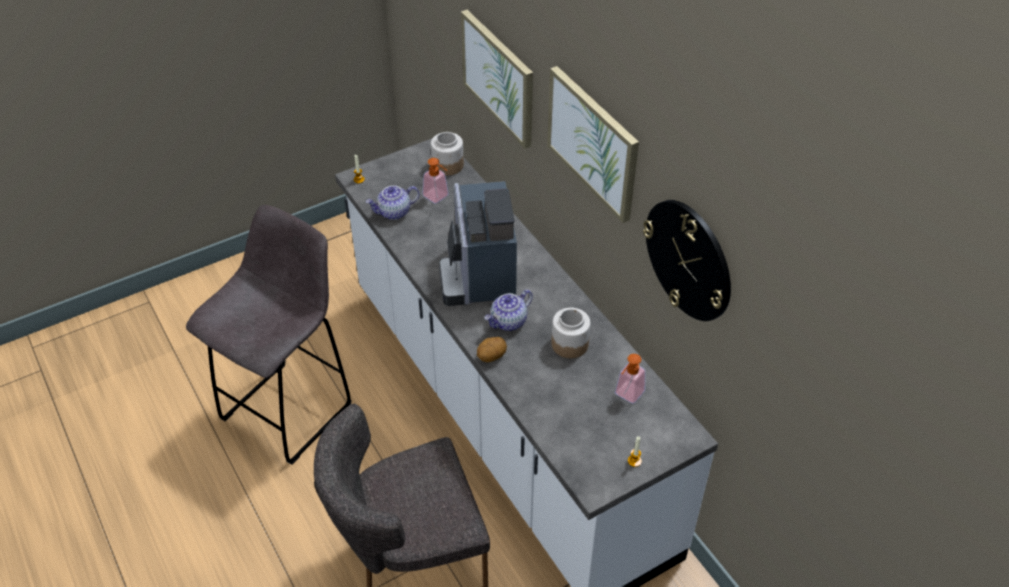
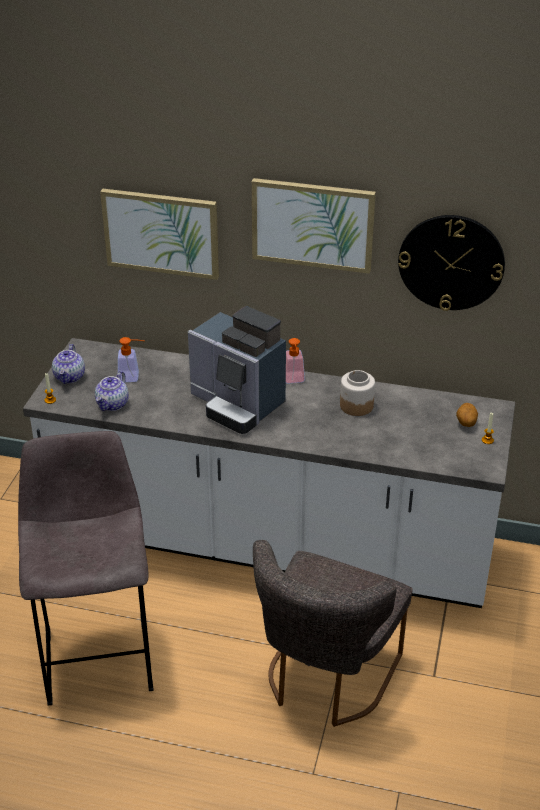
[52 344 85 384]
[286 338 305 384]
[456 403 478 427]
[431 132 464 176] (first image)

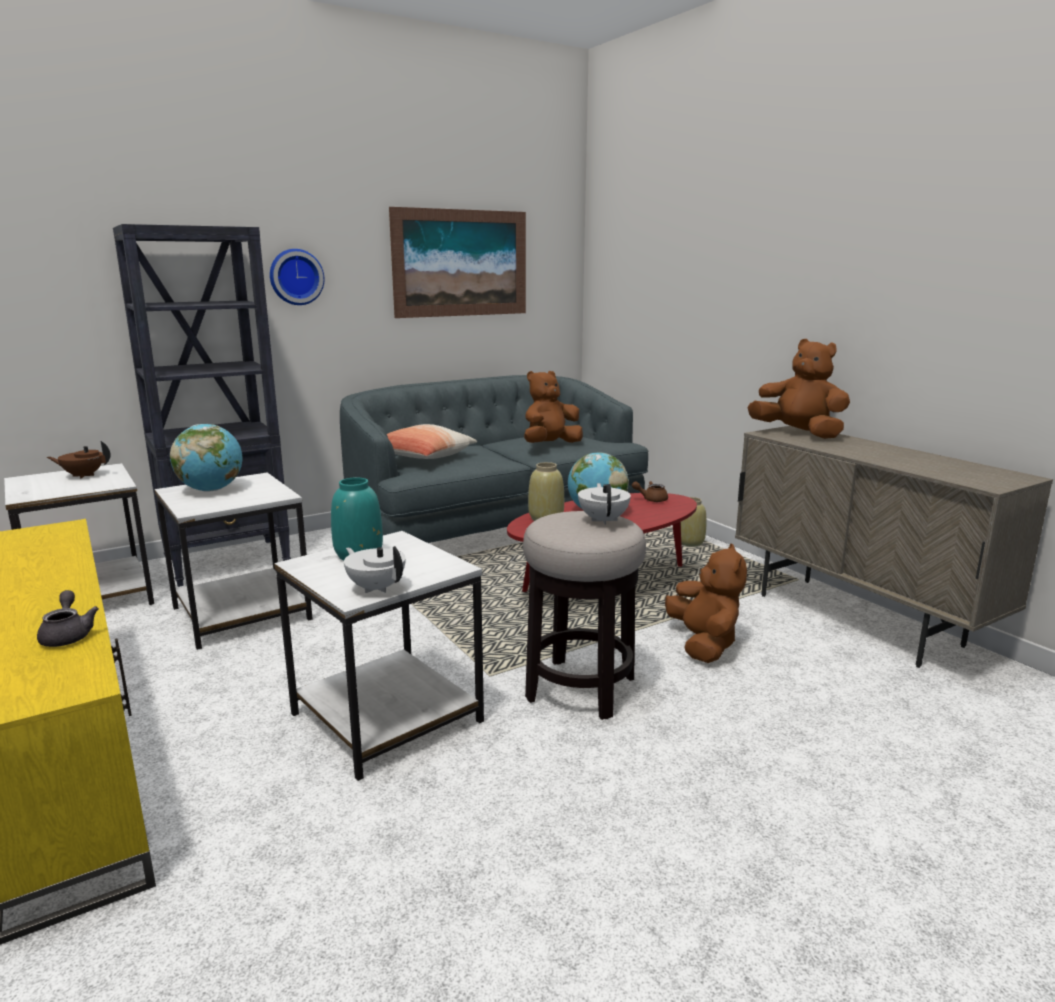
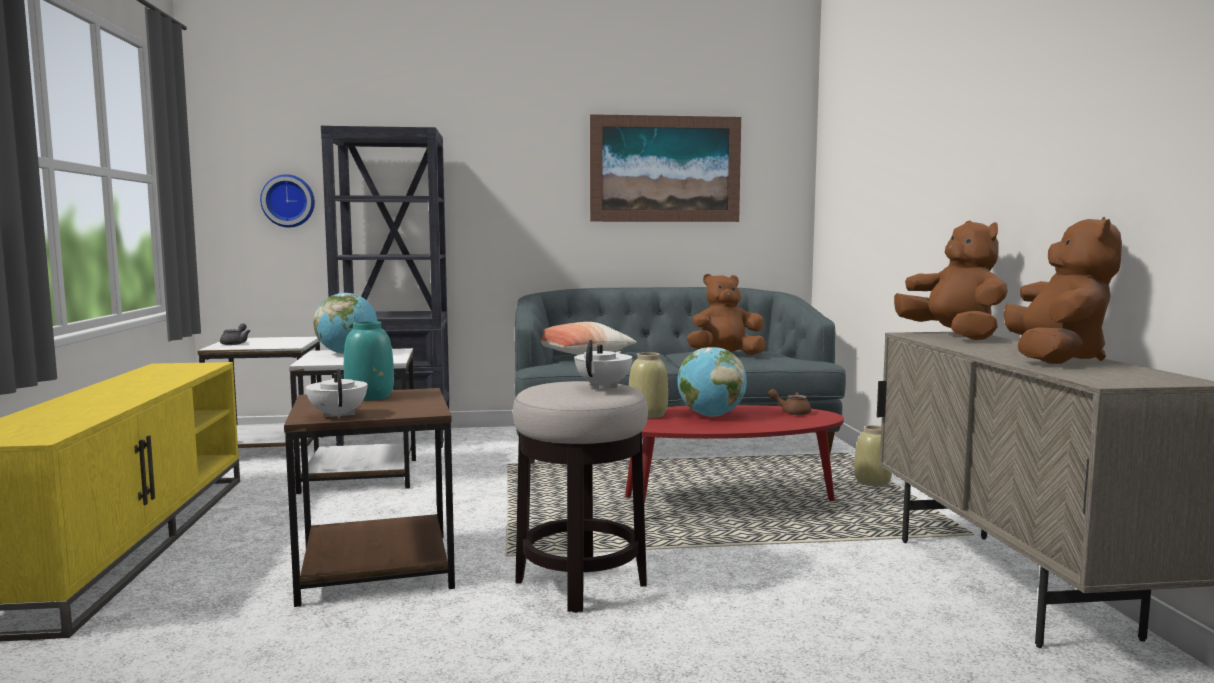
[220 323 250 345]
[260 174 315 228]
[284 388 455 607]
[1004 217 1122 364]
[47 441 111 478] (first image)

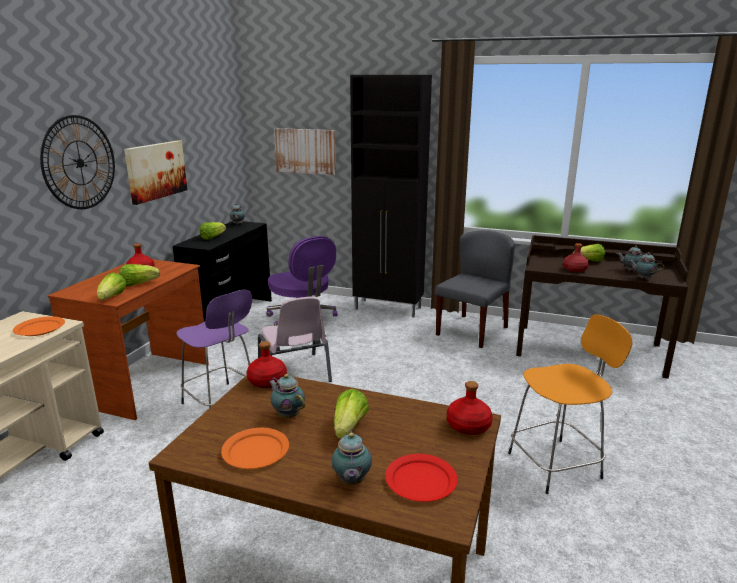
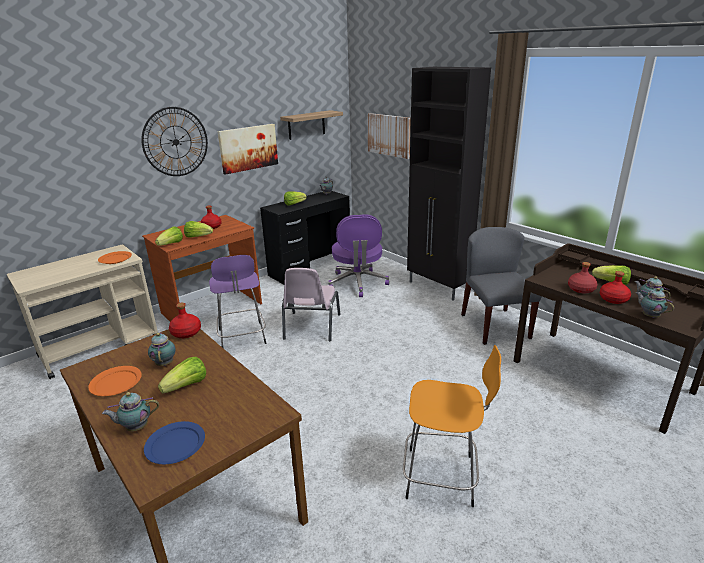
[102 392 159 431]
[144 421 205 464]
[280 110 343 140]
[461 227 541 345]
[600 271 631 304]

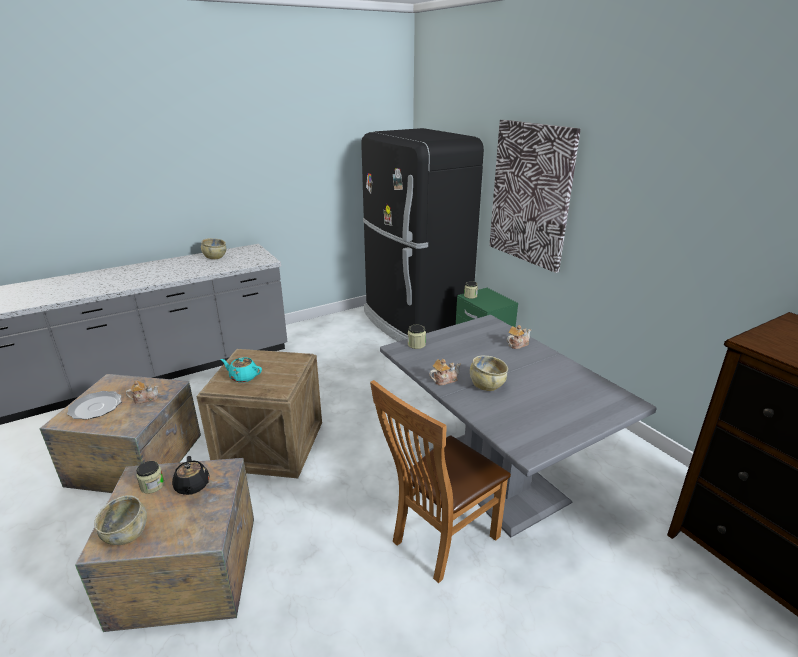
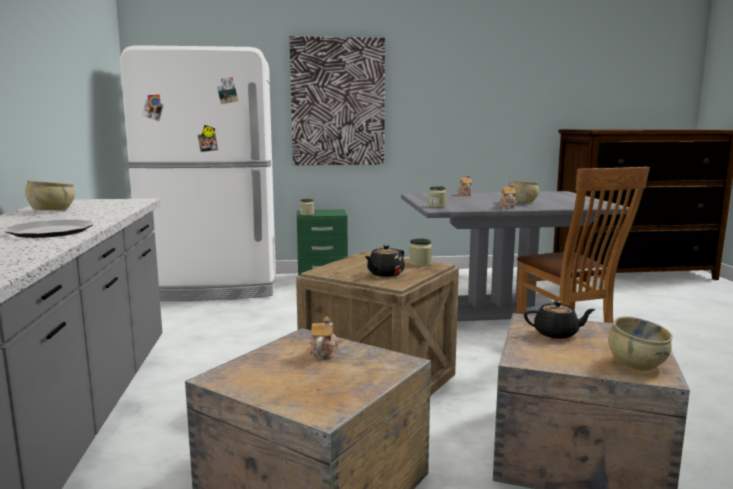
[4 220 94 238]
[120 45 276 301]
[365 245 405 277]
[409 238 432 267]

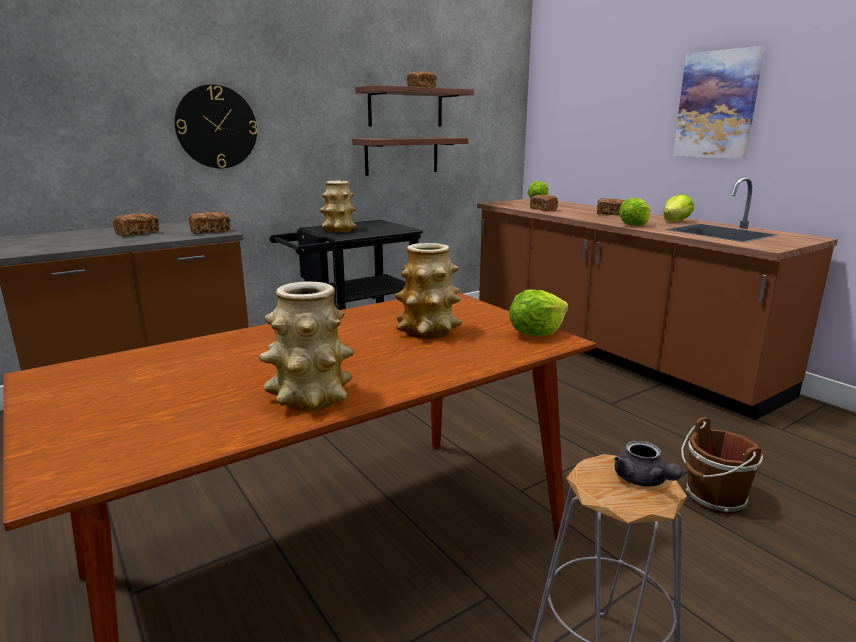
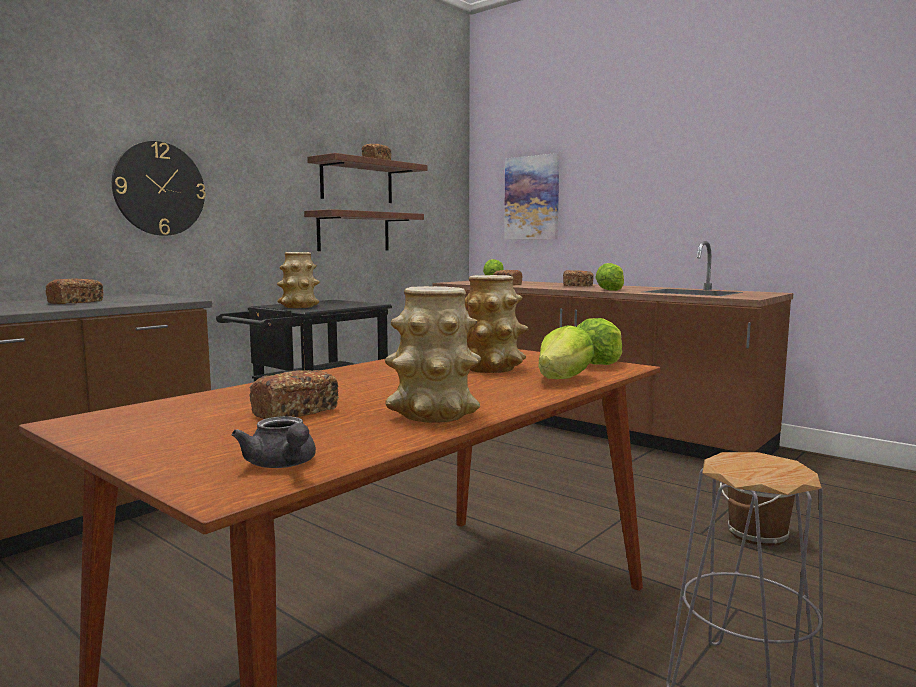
[232 416 316 468]
[249 370 339 419]
[504 153 559 240]
[538 325 594 379]

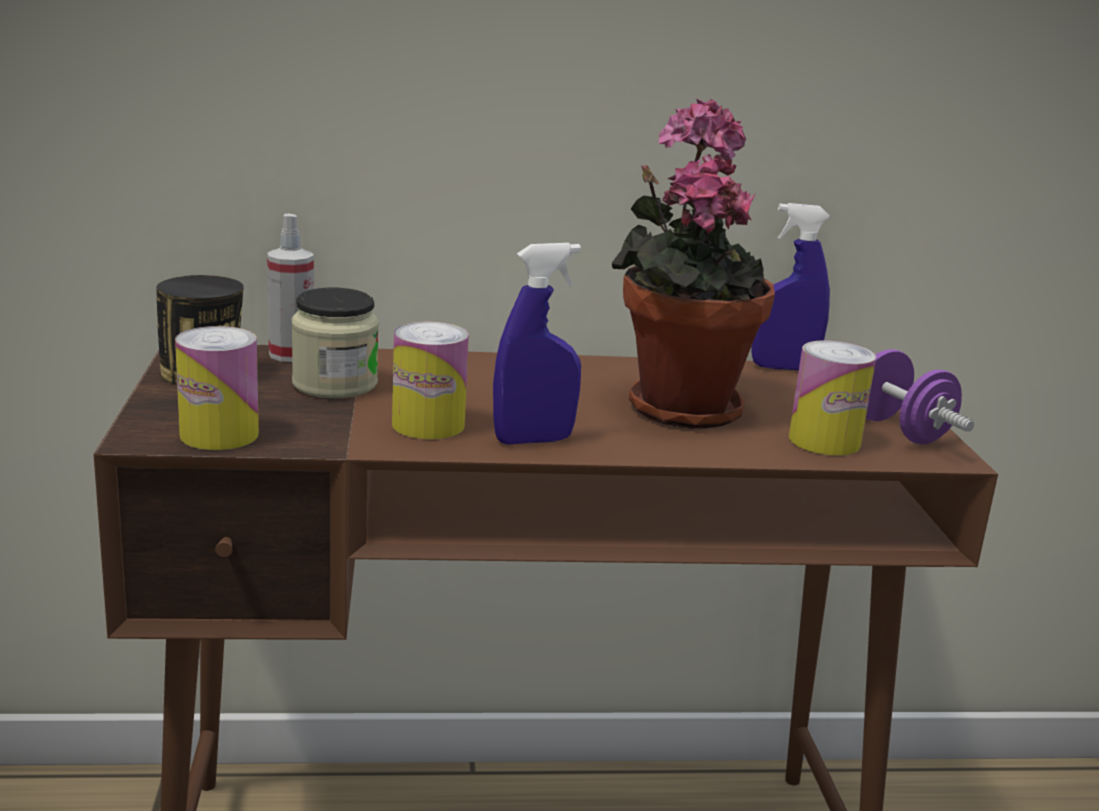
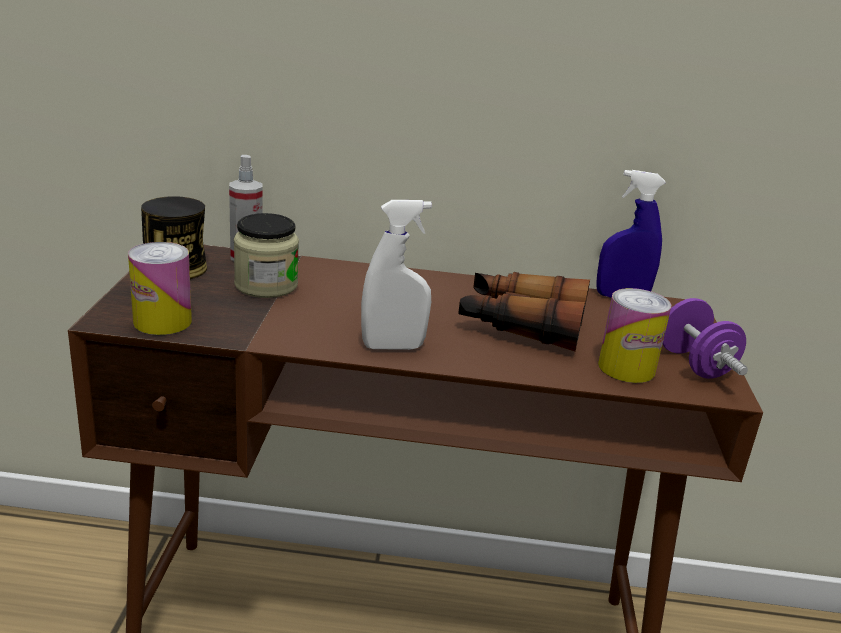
[361 200 432 350]
[458 272 590 351]
[392 322 469 439] (first image)

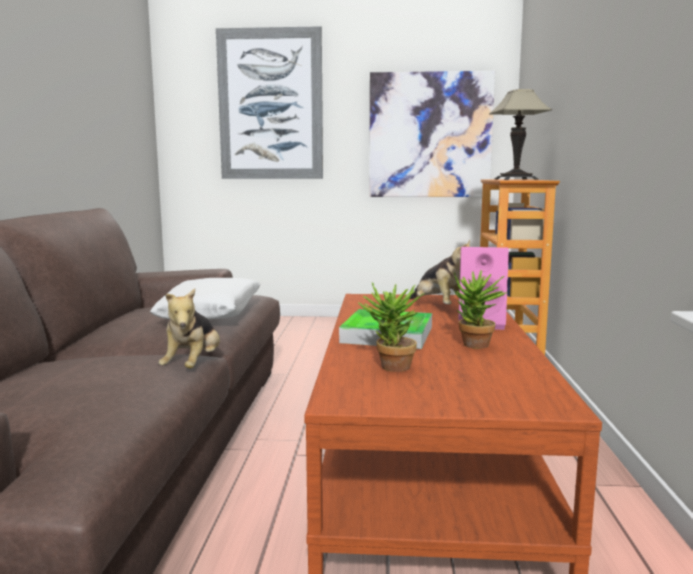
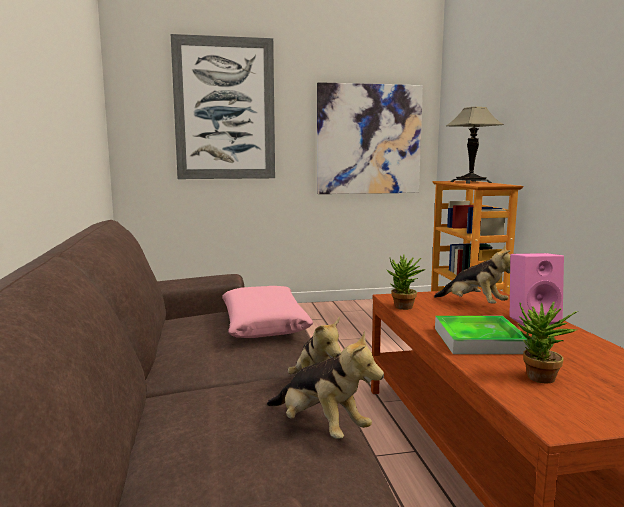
[222 286 314 338]
[267 330 384 439]
[387 254 426 310]

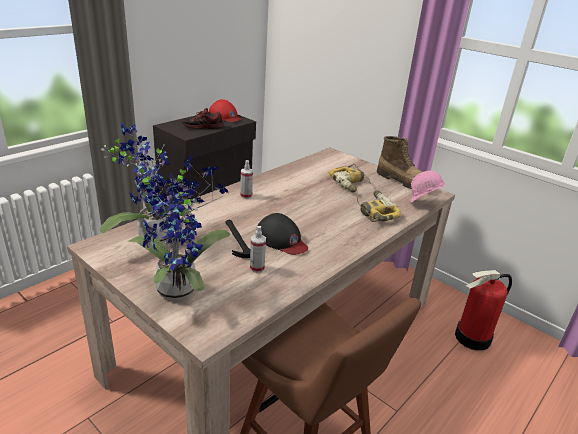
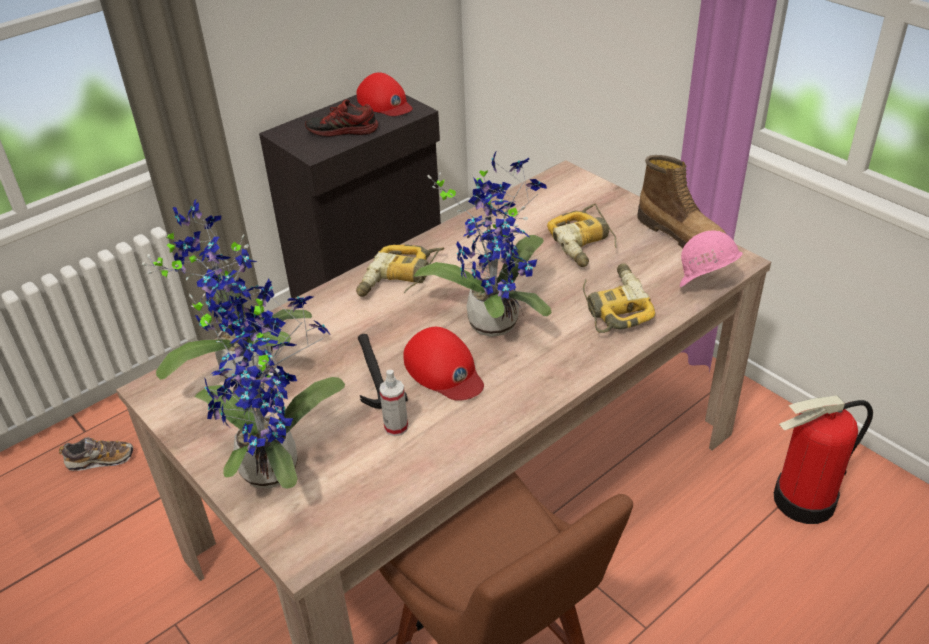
[59 437 133 471]
[356 245 444 297]
[403 327 484 401]
[414 152 551 337]

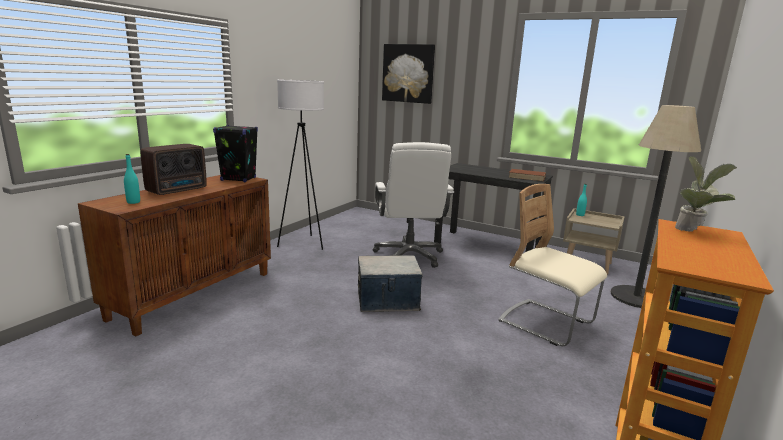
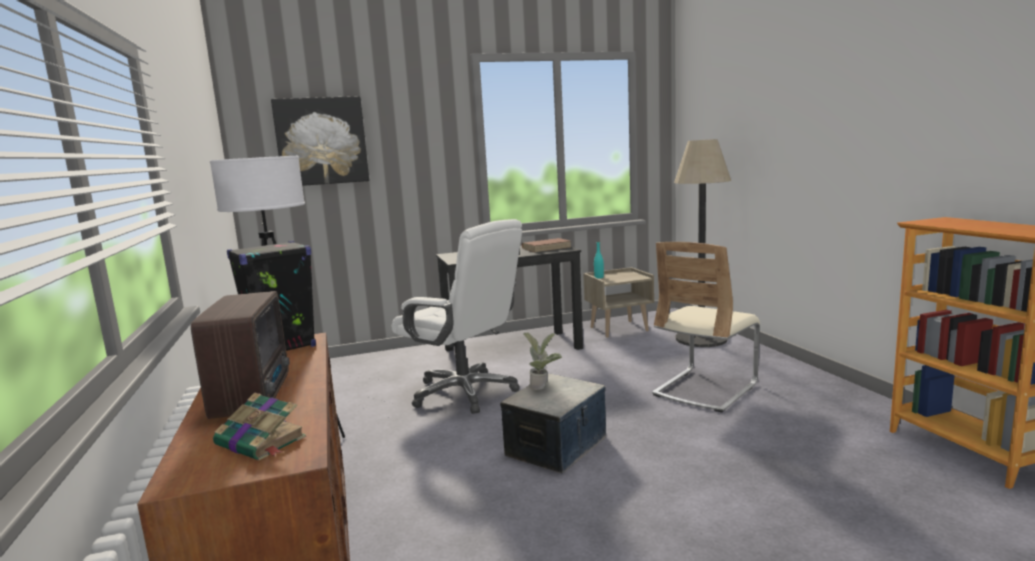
[213 392 306 460]
[523 332 562 390]
[652 242 760 413]

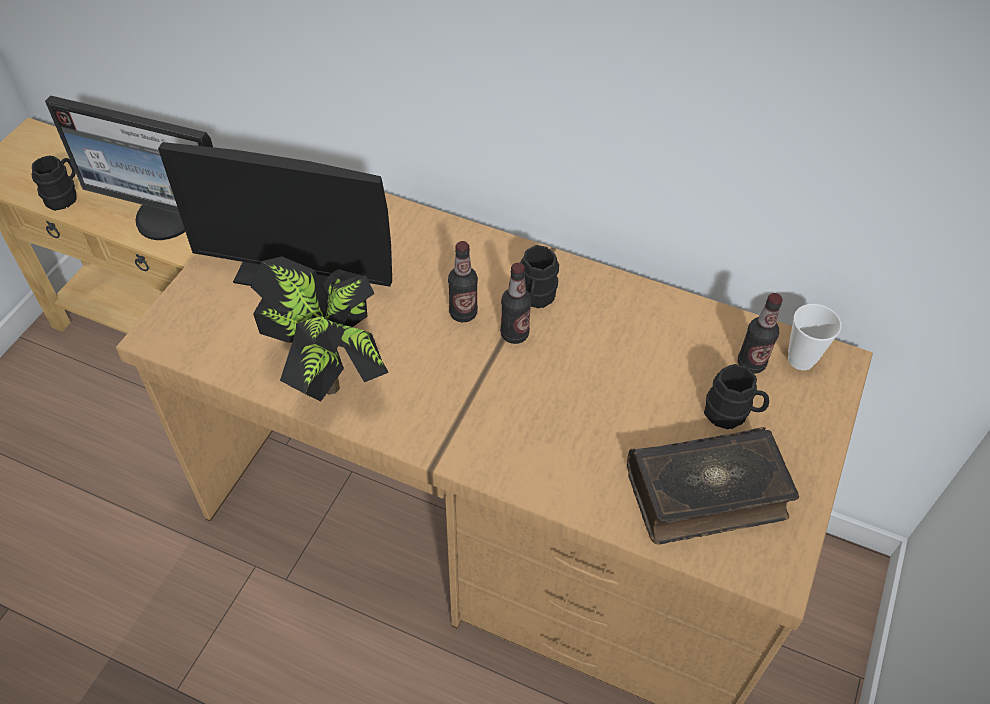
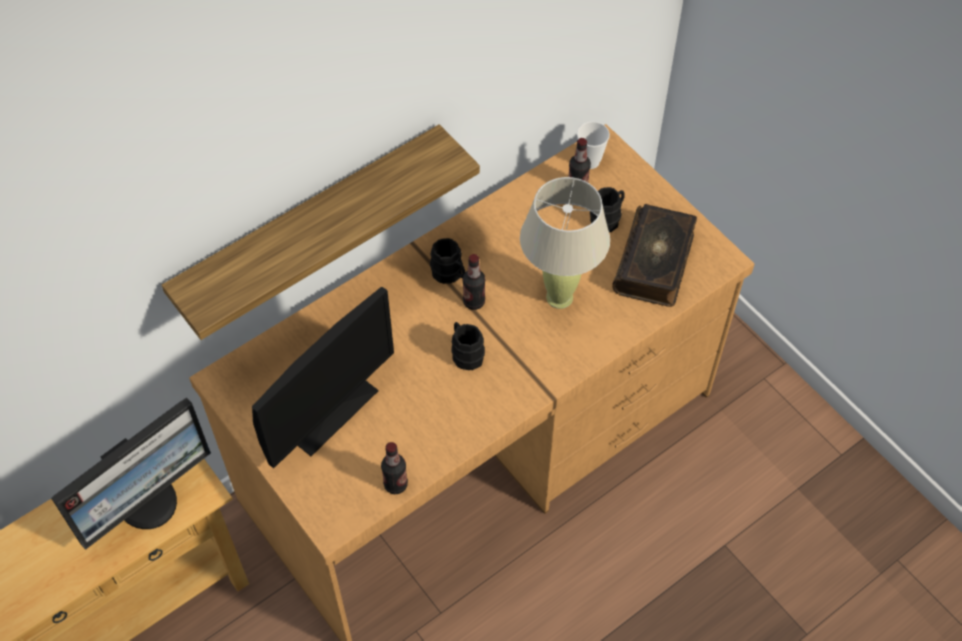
[162 124 480 340]
[381 442 408 494]
[451 322 485 370]
[520 177 610 309]
[251 256 389 401] (first image)

